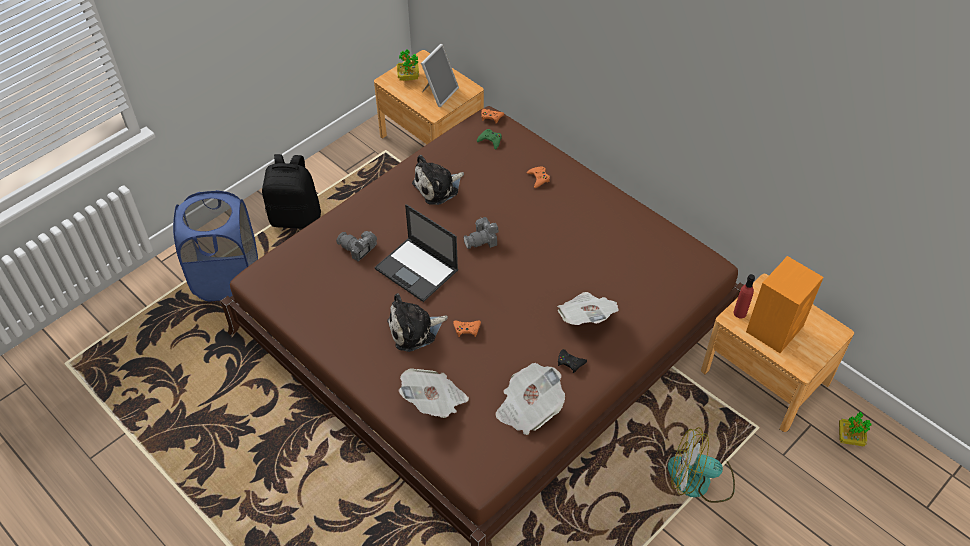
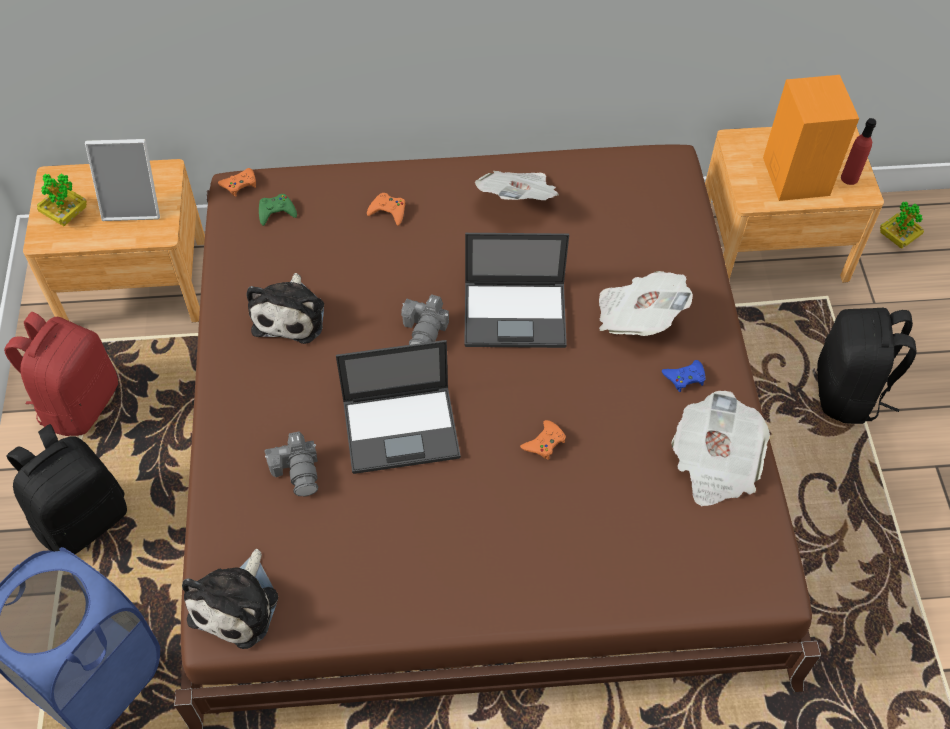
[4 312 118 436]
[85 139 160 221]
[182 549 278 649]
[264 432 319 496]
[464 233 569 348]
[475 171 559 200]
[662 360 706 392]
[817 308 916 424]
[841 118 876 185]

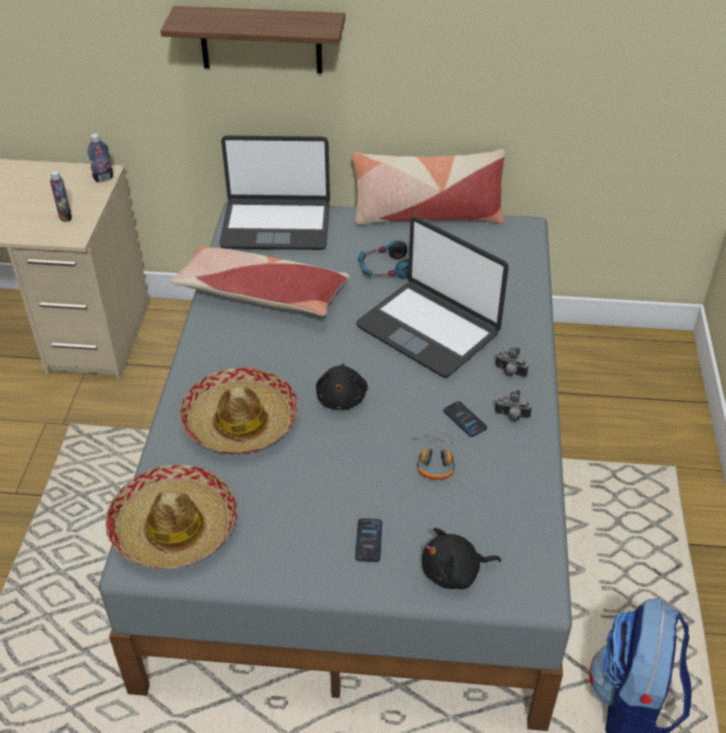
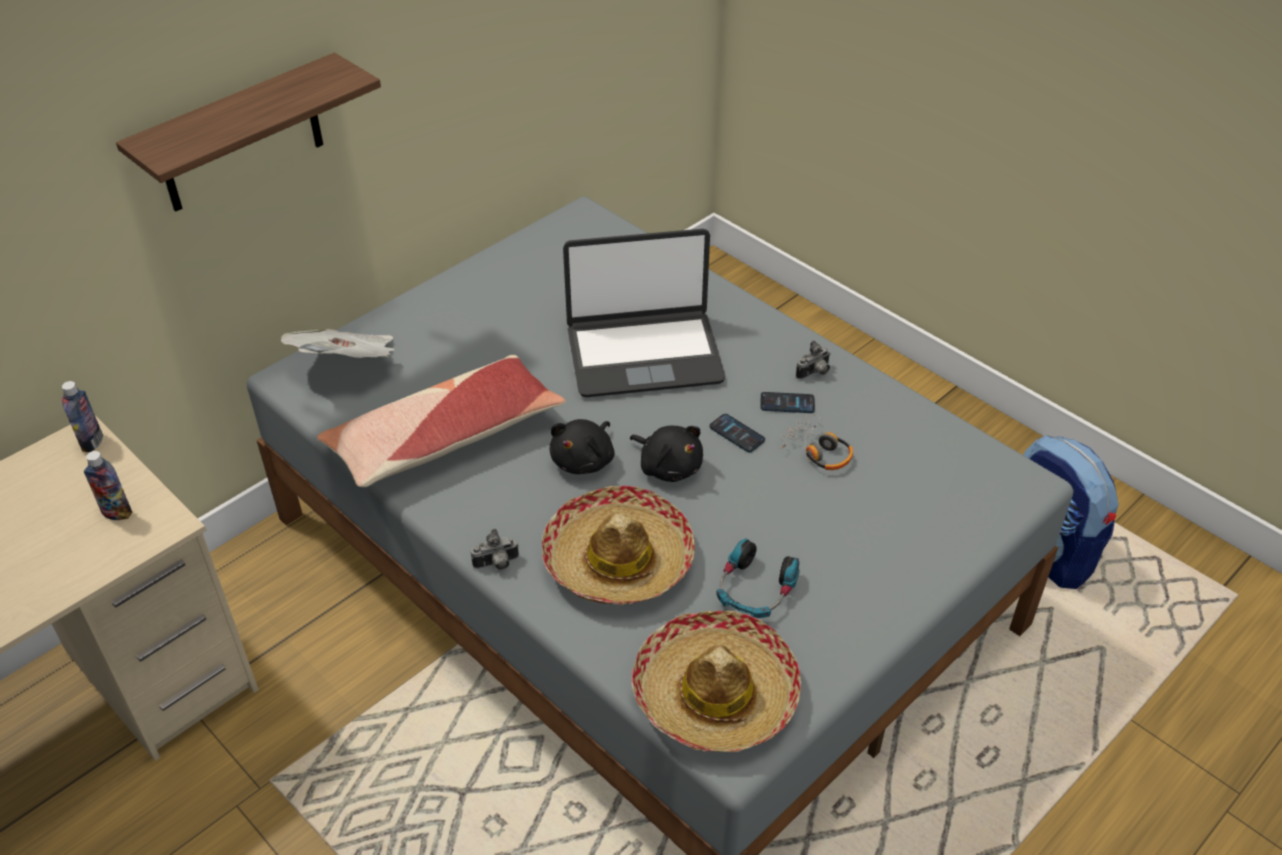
[281 329 395 358]
[471 529 519 570]
[549 419 615 474]
[709 414 765 453]
[716 538 800 618]
[352 149 505 225] (first image)

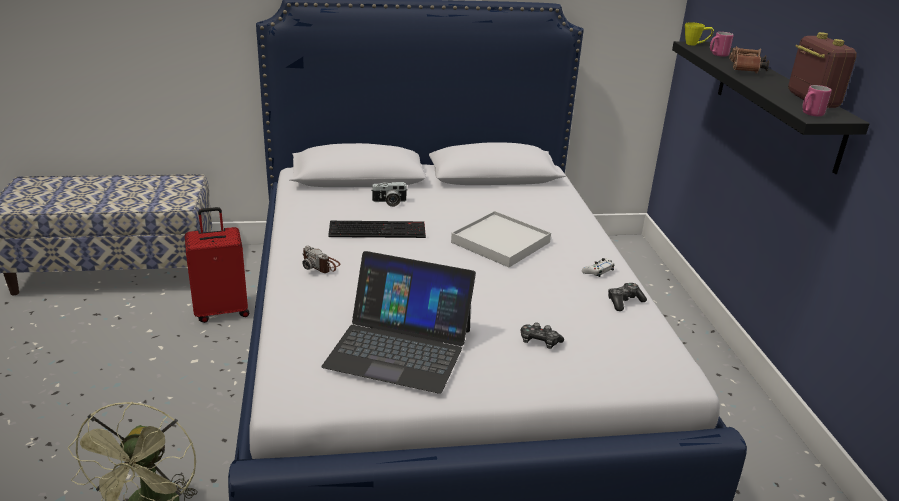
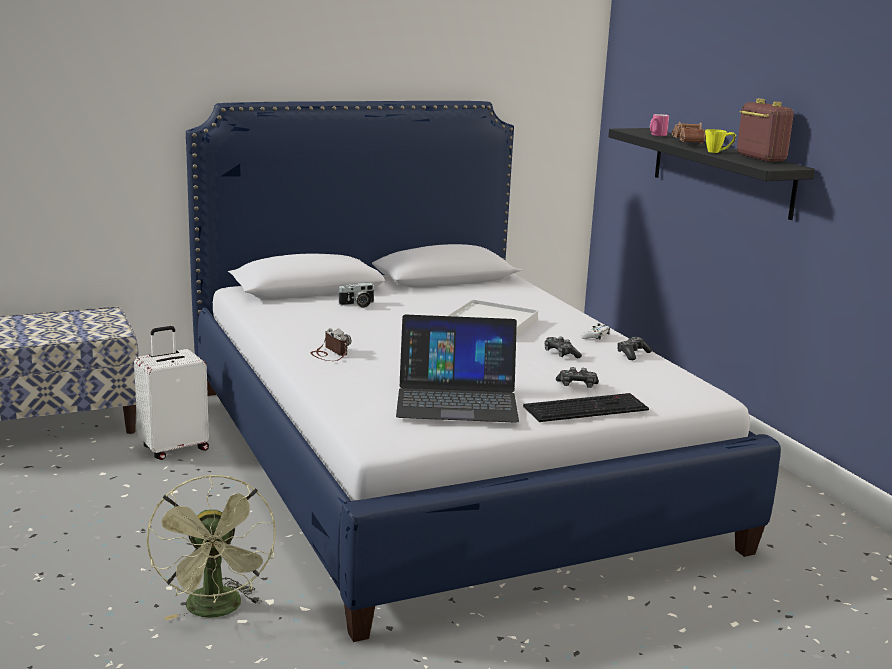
[134 326 209 460]
[311 328 351 361]
[523 393 649 422]
[544 337 582 358]
[705 129 736 153]
[803 85 832 116] (first image)

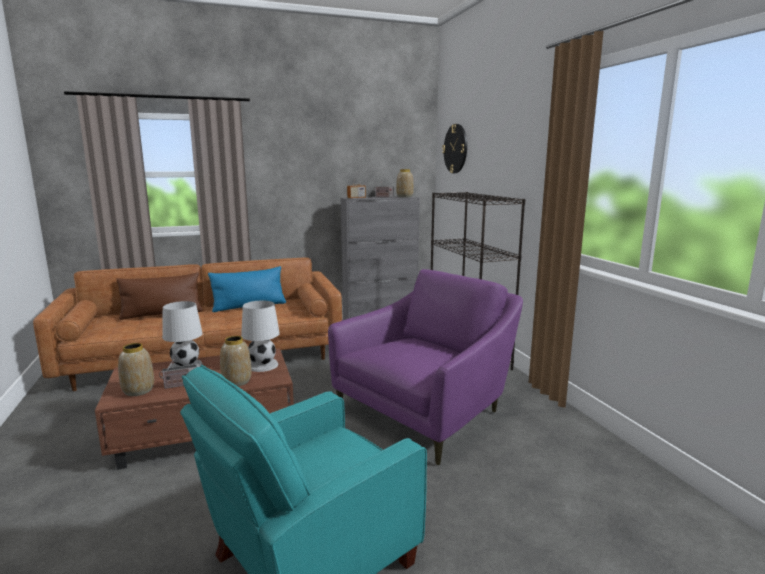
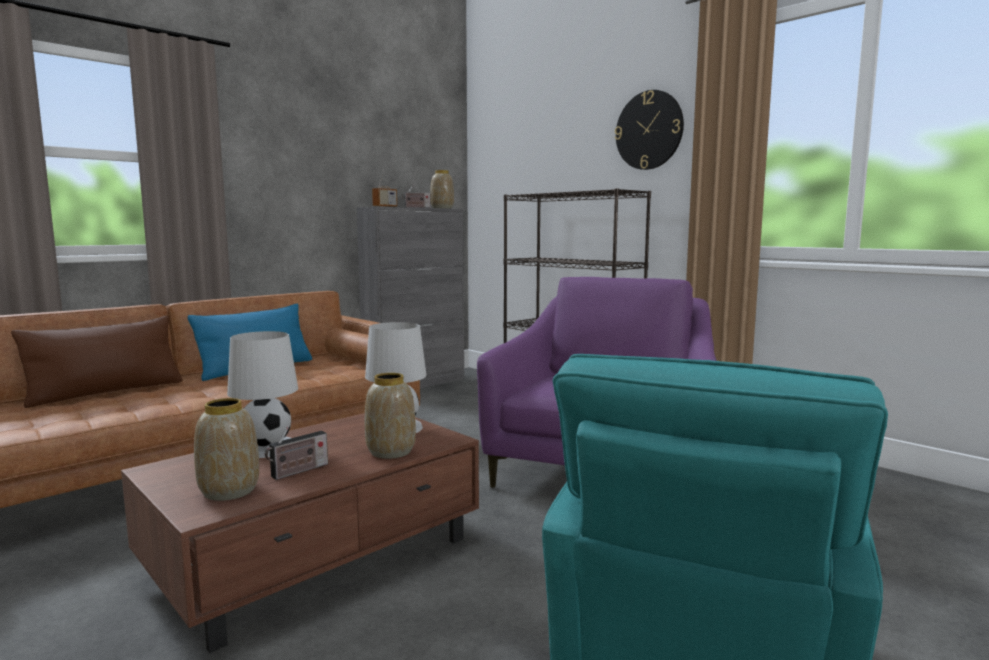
[615 90 684 170]

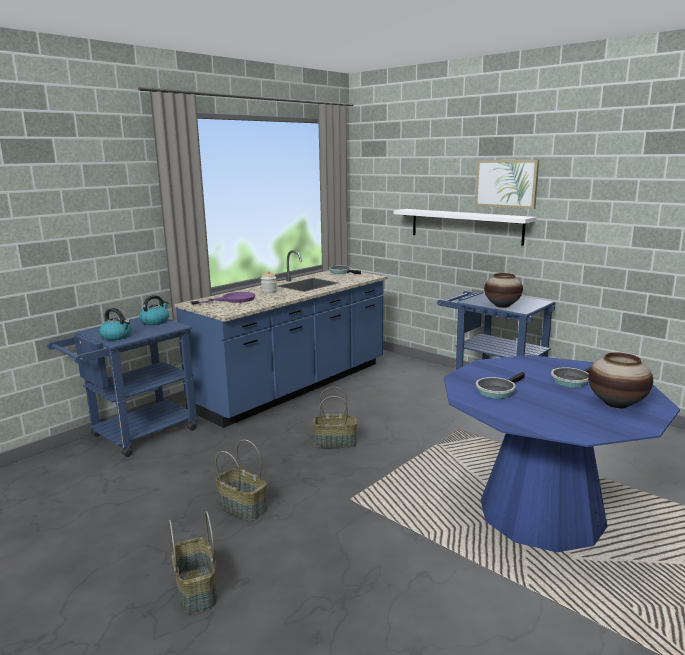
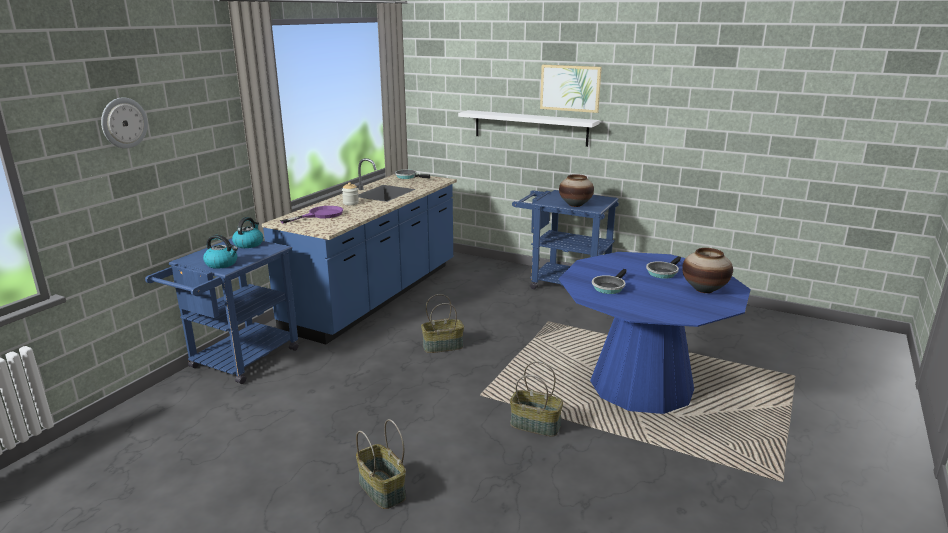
[101 97 148 149]
[510 362 563 437]

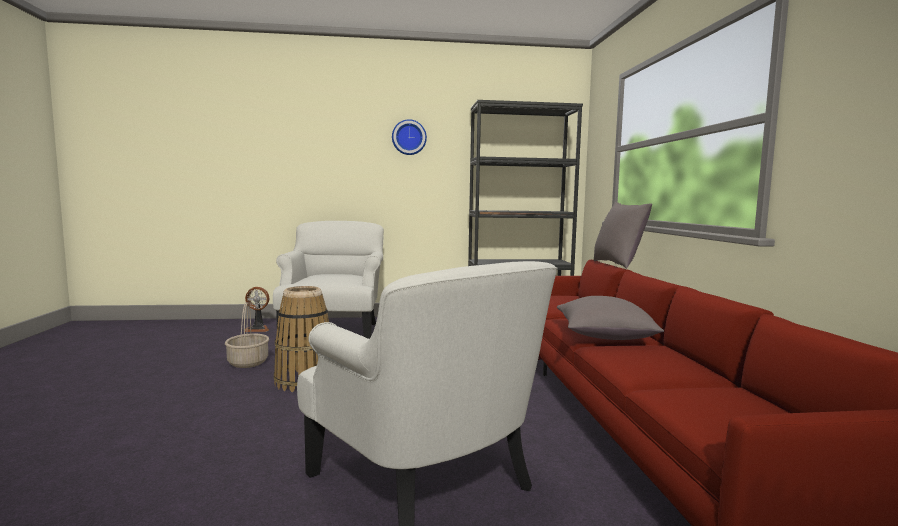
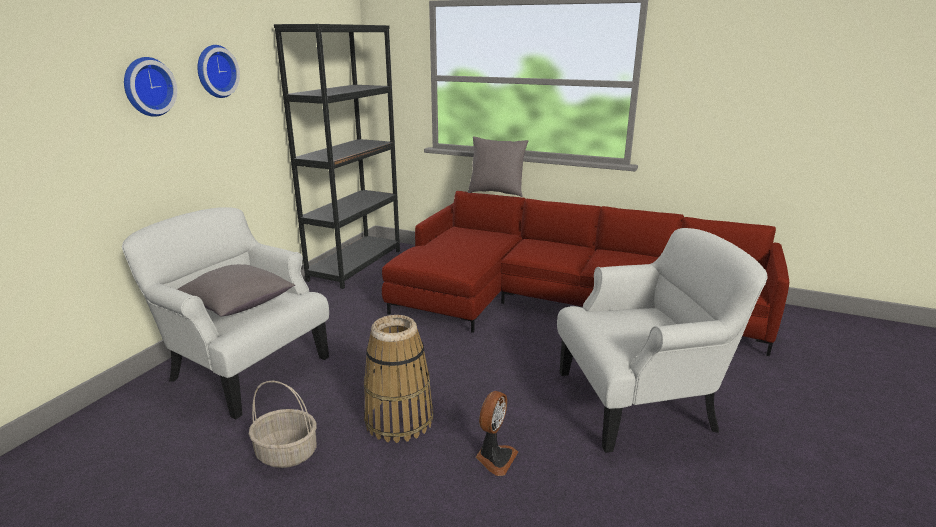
[124 57 177 117]
[177 264 295 316]
[476 391 518 476]

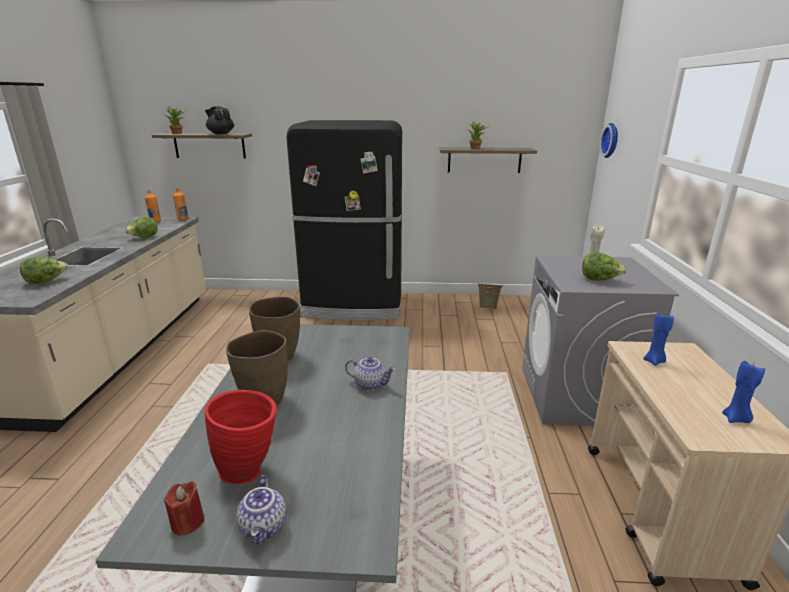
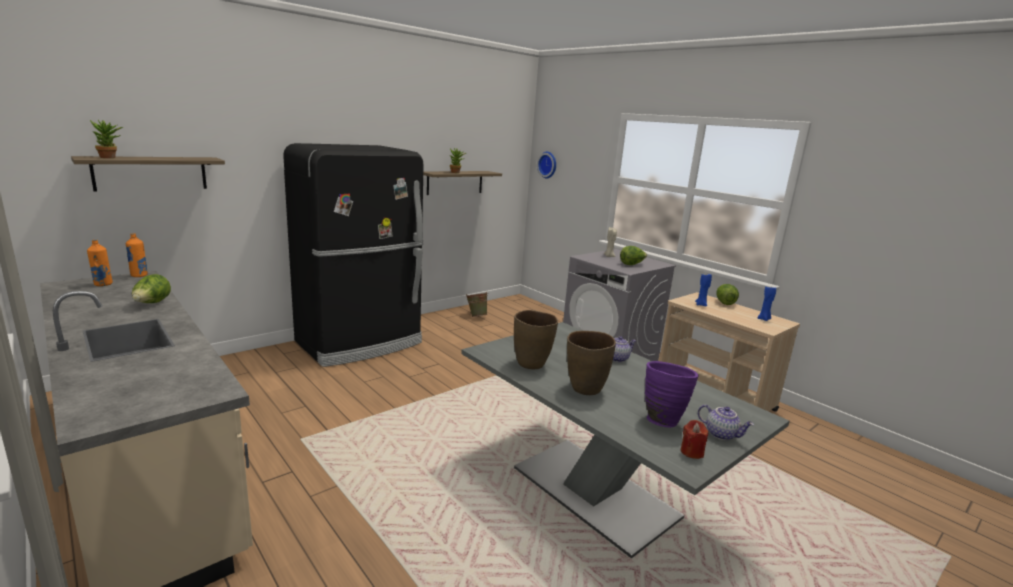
[645 361 699 428]
[717 284 739 305]
[205 106 234 134] (first image)

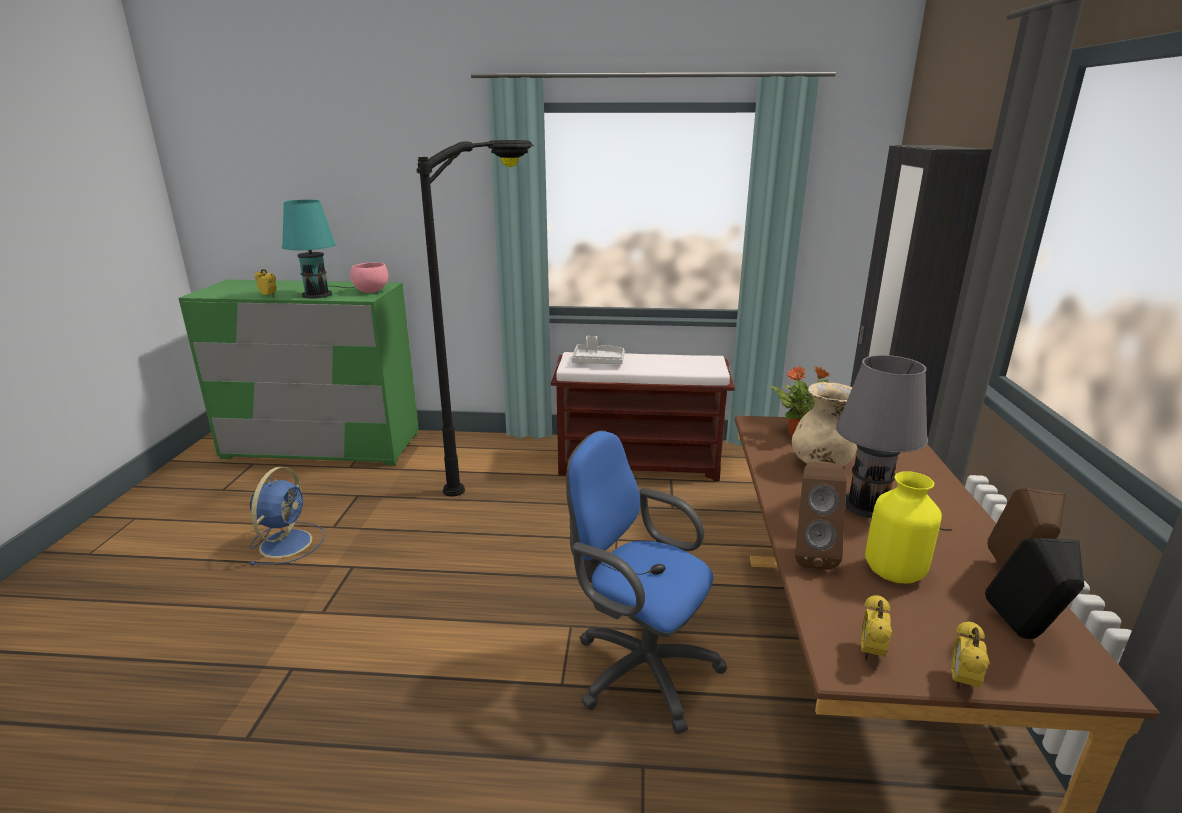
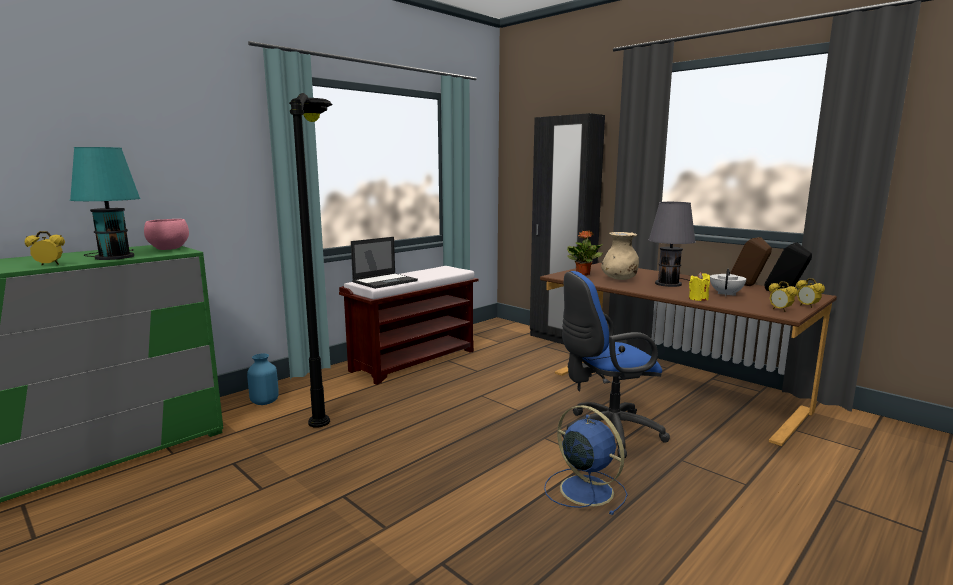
[247 353 279 405]
[351 237 418 289]
[544 405 627 515]
[689 272 710 301]
[710 269 746 296]

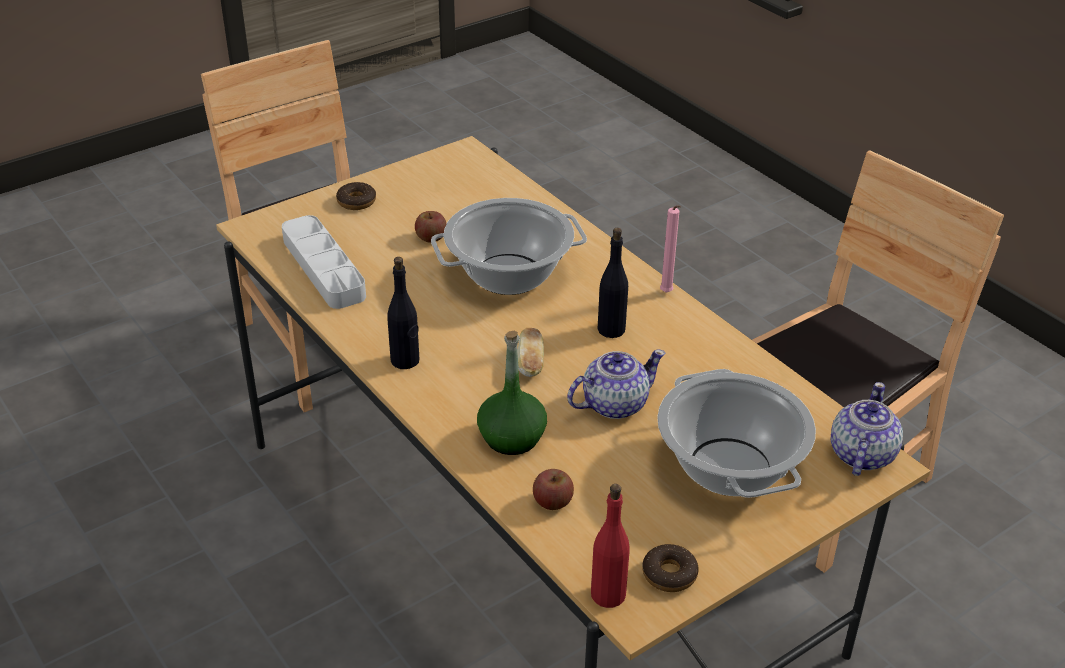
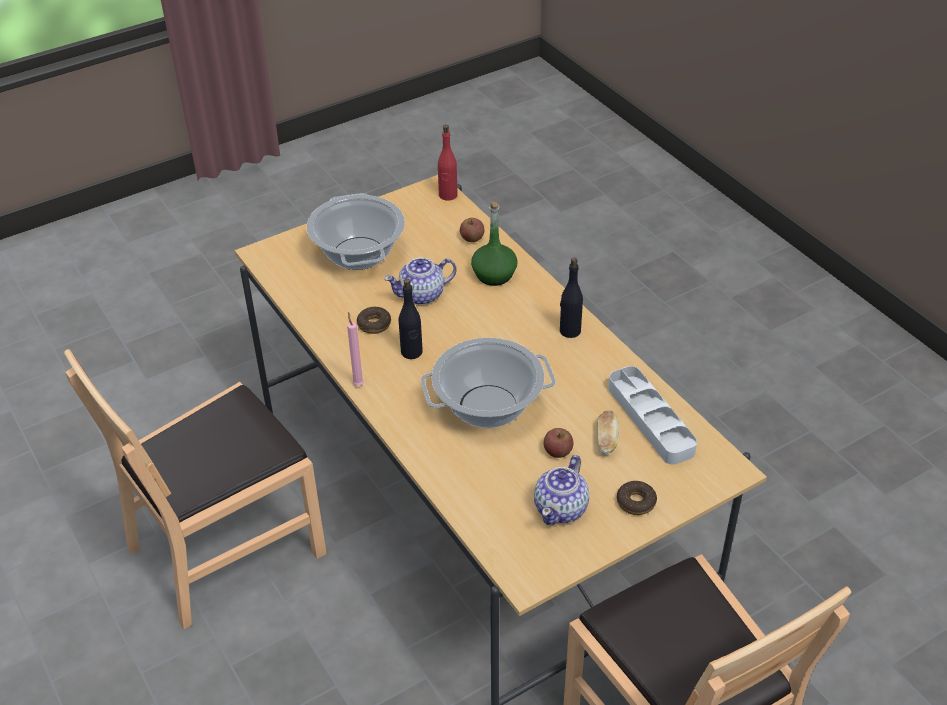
[357 307 391 334]
[534 455 589 525]
[596 411 619 454]

